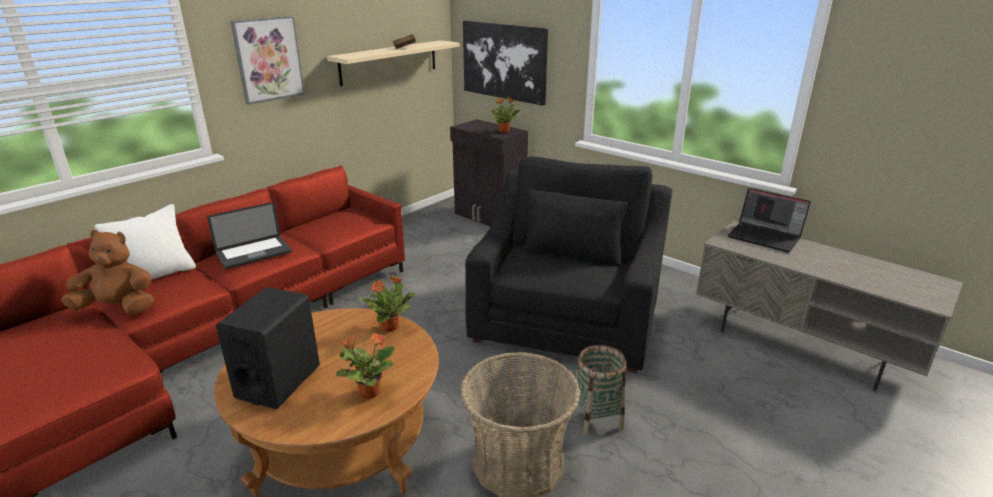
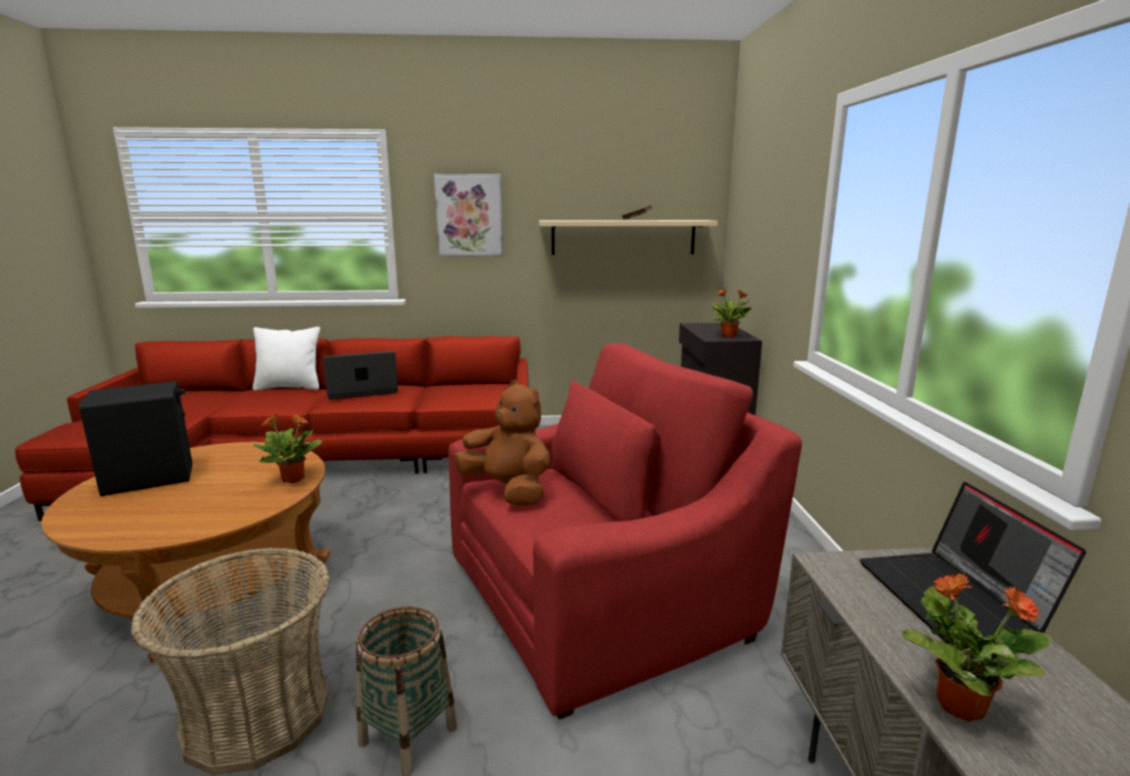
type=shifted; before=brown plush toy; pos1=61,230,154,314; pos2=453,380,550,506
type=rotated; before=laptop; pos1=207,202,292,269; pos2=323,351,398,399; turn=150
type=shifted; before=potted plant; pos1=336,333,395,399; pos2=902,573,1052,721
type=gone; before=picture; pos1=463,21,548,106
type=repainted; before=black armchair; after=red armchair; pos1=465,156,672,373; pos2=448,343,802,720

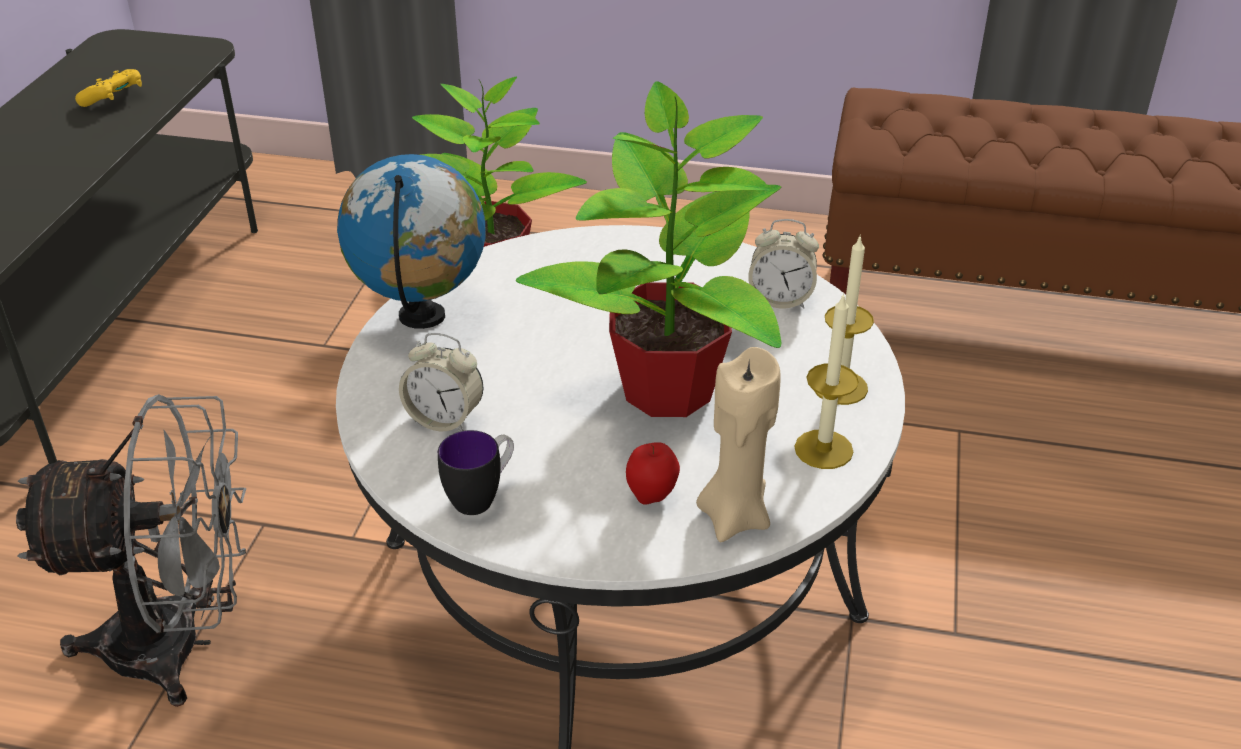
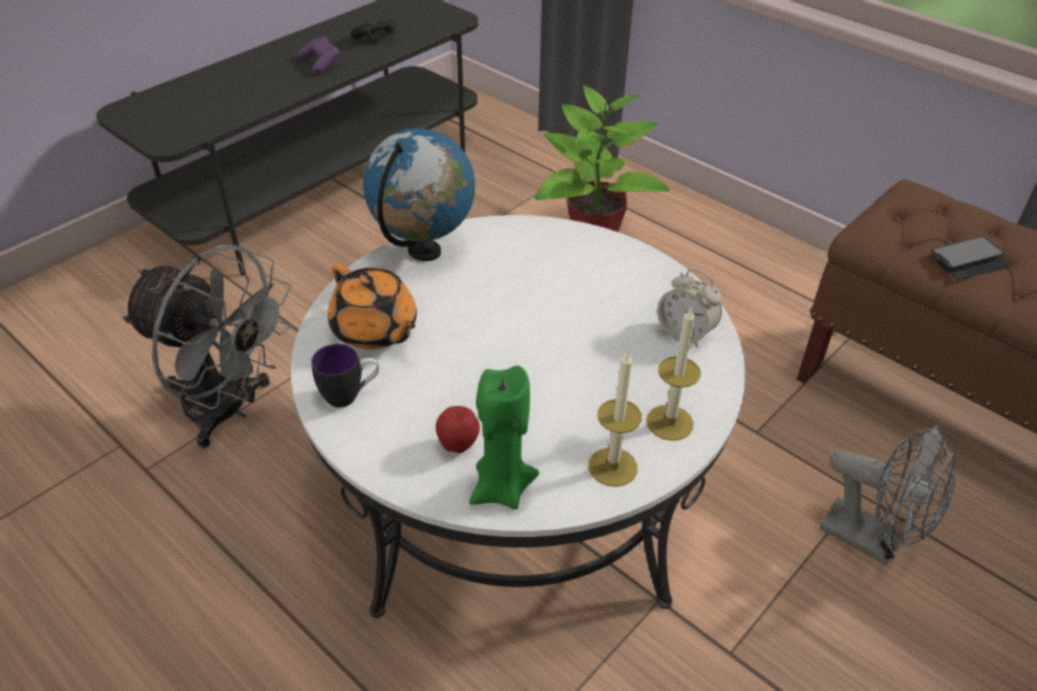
type=repainted; before=yellow game controller; after=black game controller; pos1=75,69,142,107; pos2=351,19,396,39
type=swapped; before=alarm clock; after=orange teapot; pos1=399,333,483,431; pos2=328,263,417,350
type=gone; before=potted plant; pos1=516,81,781,417
type=repainted; before=beige candle; after=green candle; pos1=696,347,781,542; pos2=469,366,539,510
type=new; after=purple game controller; pos2=298,36,340,74
type=new; after=grey fan; pos2=819,426,956,565
type=new; after=phone; pos2=931,236,1010,280

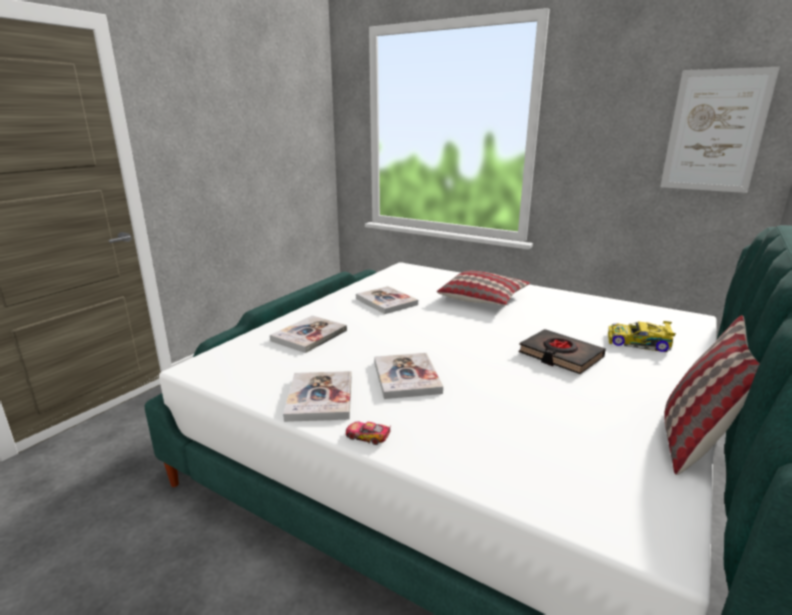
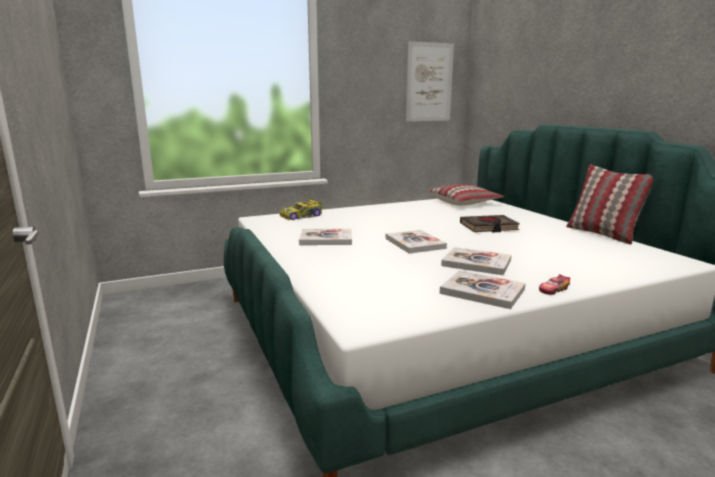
type=shifted; before=book; pos1=270,315,347,353; pos2=386,230,447,254
type=shifted; before=pillow; pos1=437,271,530,305; pos2=428,184,504,205
type=shifted; before=toy car; pos1=608,321,676,352; pos2=279,199,322,220

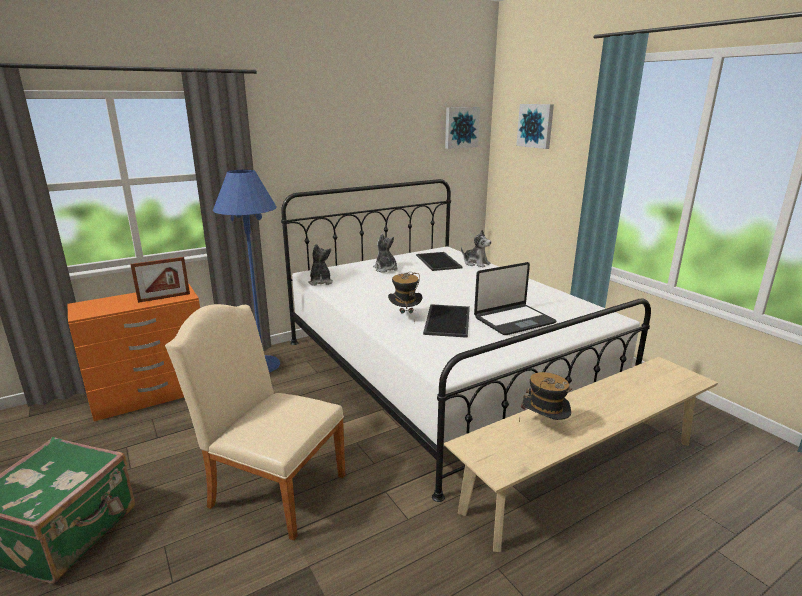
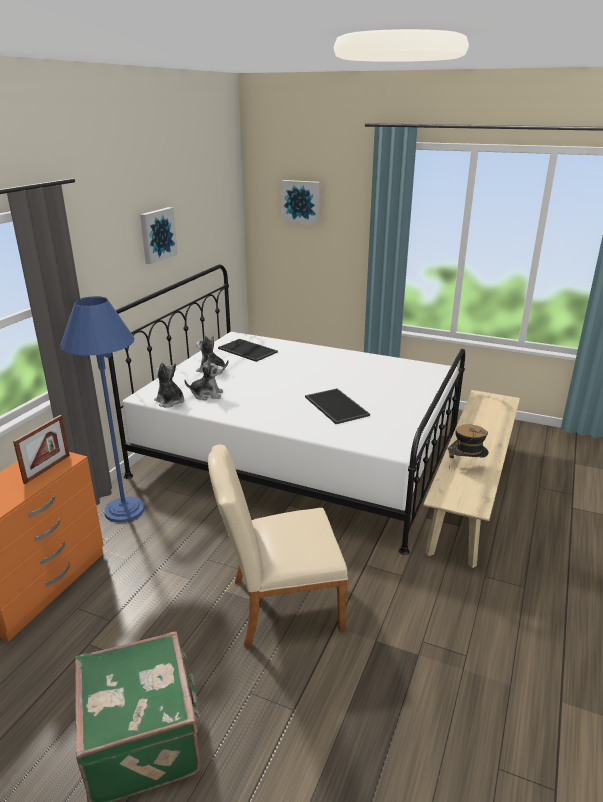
type=gone; before=hat; pos1=388,272,423,323
type=shifted; before=picture; pos1=445,107,480,149; pos2=140,207,178,264
type=shifted; before=plush toy; pos1=461,230,491,268; pos2=184,356,223,400
type=gone; before=laptop; pos1=474,262,556,335

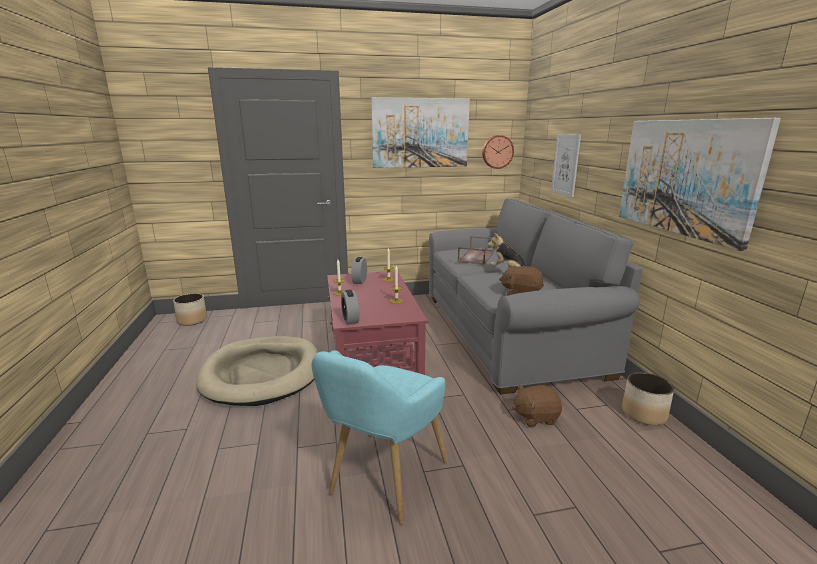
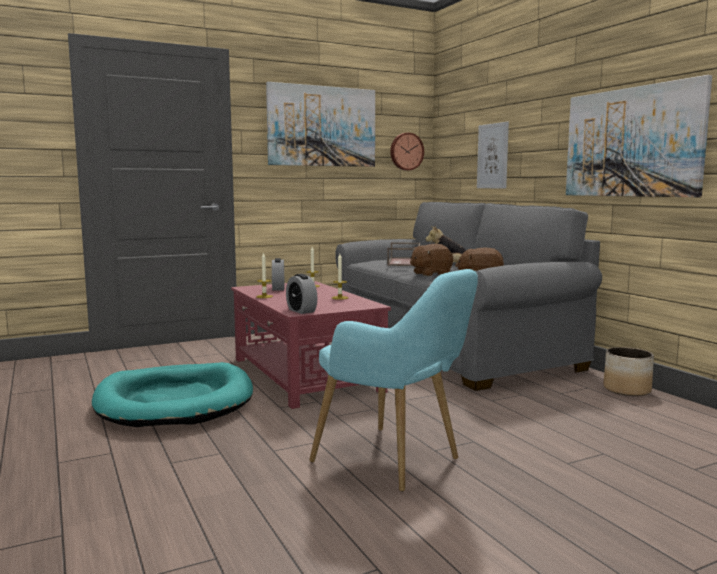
type=gone; before=planter; pos1=173,293,207,326
type=repainted; before=beige dog bed; after=turquoise dog bed; pos1=196,336,319,406; pos2=92,362,253,427
type=rotated; before=turquoise armchair; pos1=312,350,447,524; pos2=309,269,478,492; turn=-60
type=shifted; before=brown plush toy; pos1=512,385,562,427; pos2=410,244,453,276

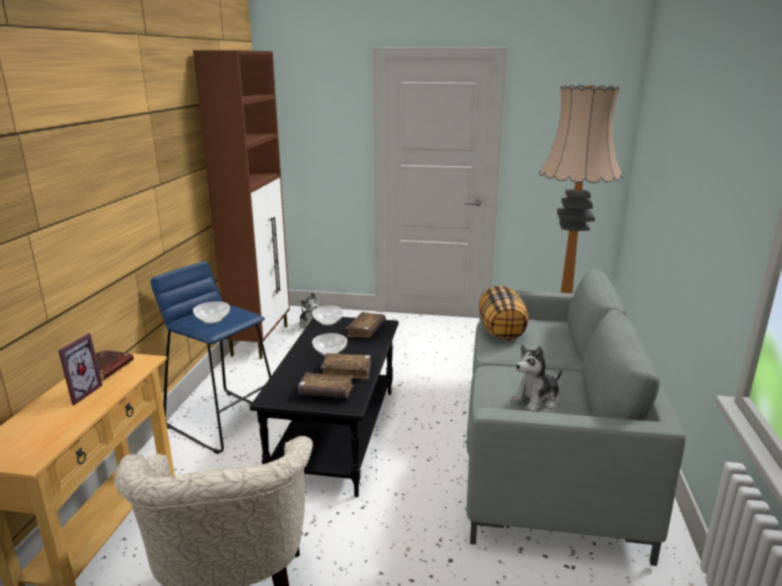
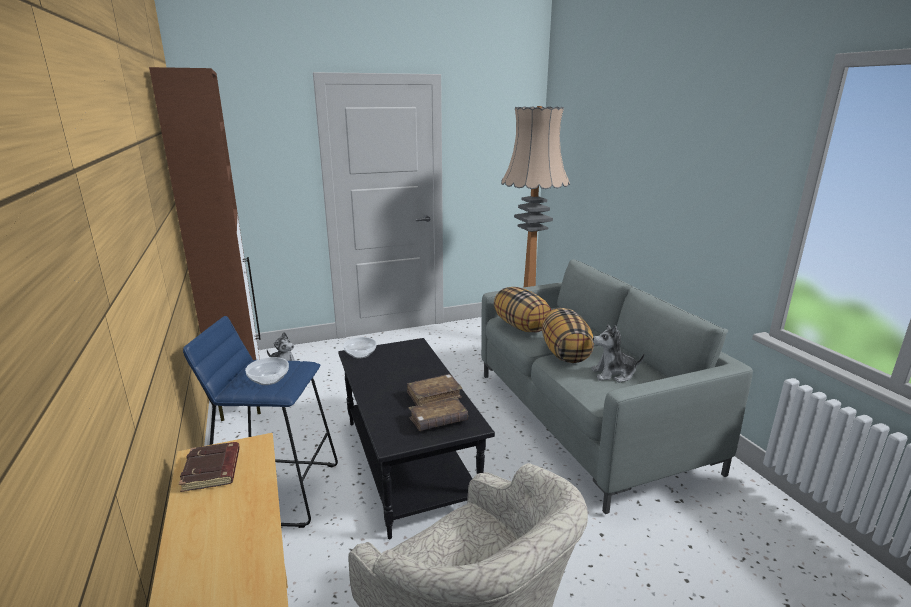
type=gone; before=picture frame; pos1=58,333,103,405
type=gone; before=bowl; pos1=312,333,347,356
type=gone; before=brown book; pos1=345,312,386,338
type=rotated; before=plush toy; pos1=511,345,562,412; pos2=591,324,644,383; turn=60
type=new; after=pillow; pos2=541,308,594,363

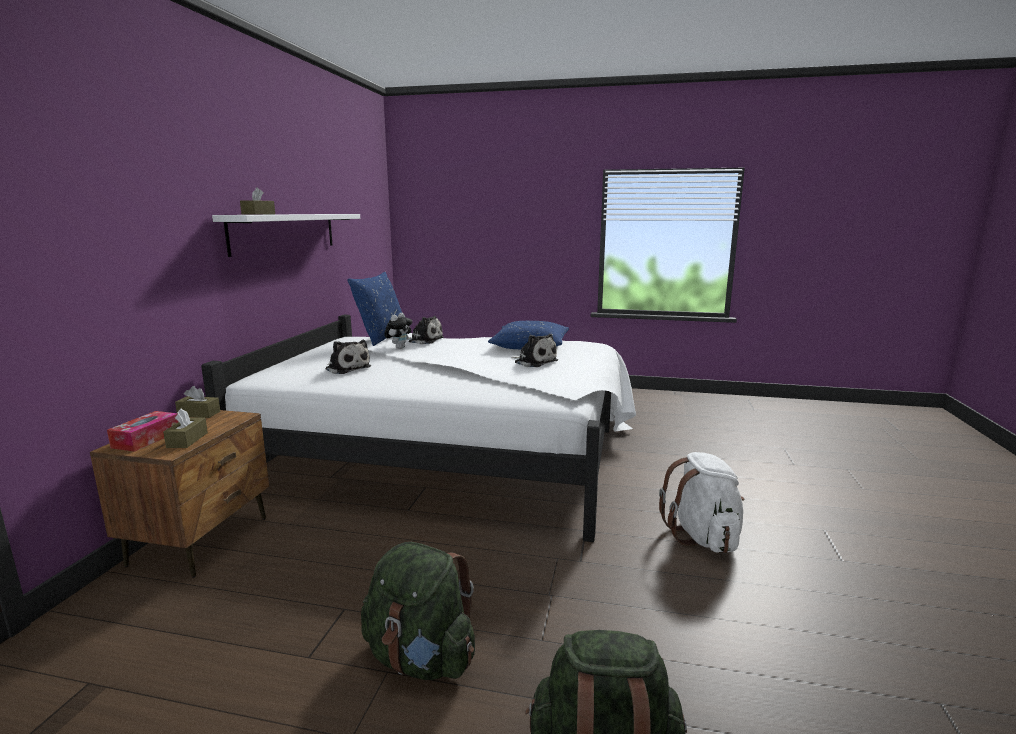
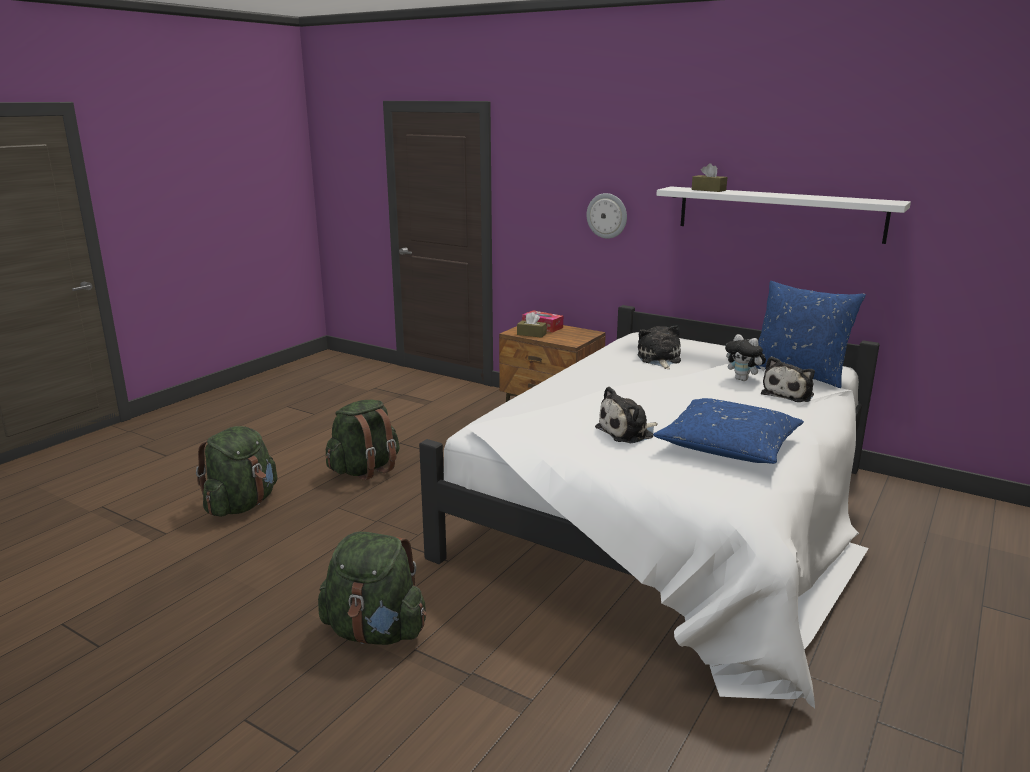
type=gone; before=brown tissue box; pos1=175,386,220,418
type=rotated; before=plush toy; pos1=326,340,371,374; pos2=638,325,681,369; turn=120
type=repainted; before=white backpack; after=green backpack; pos1=659,452,744,553; pos2=318,532,427,645
type=new; after=wall clock; pos2=586,193,627,239

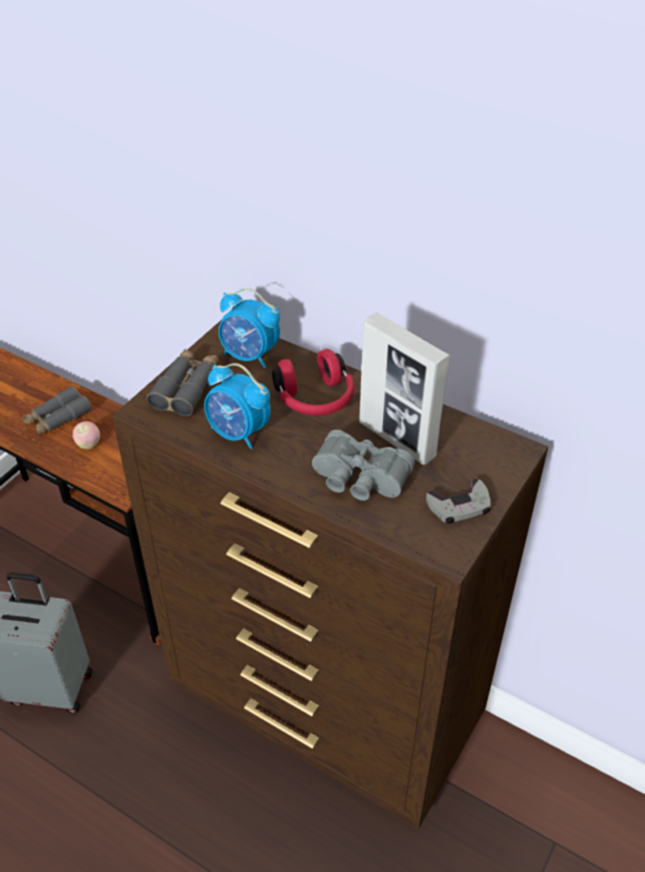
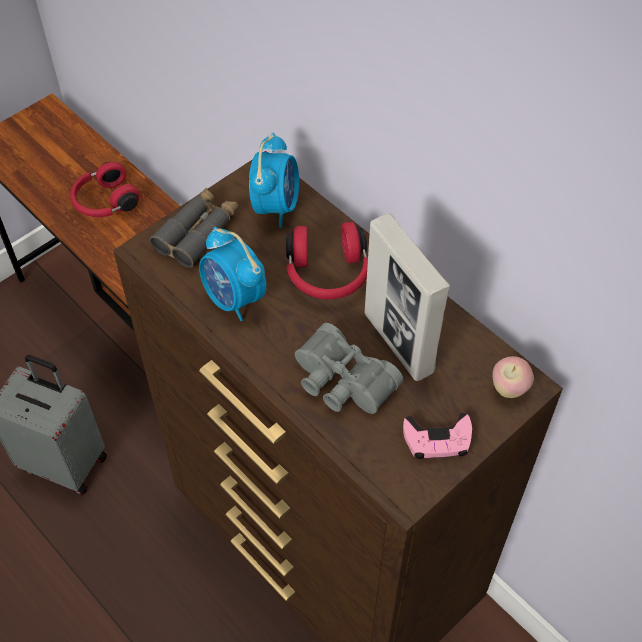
type=swapped; before=grey binoculars; after=red headphones; pos1=22,386,92,436; pos2=70,162,140,217
type=shifted; before=apple; pos1=73,421,100,449; pos2=493,356,534,398
type=rotated; before=alarm clock; pos1=218,288,280,368; pos2=249,133,299,228; turn=-120
type=repainted; before=grey game controller; after=pink game controller; pos1=426,479,491,524; pos2=403,412,472,459

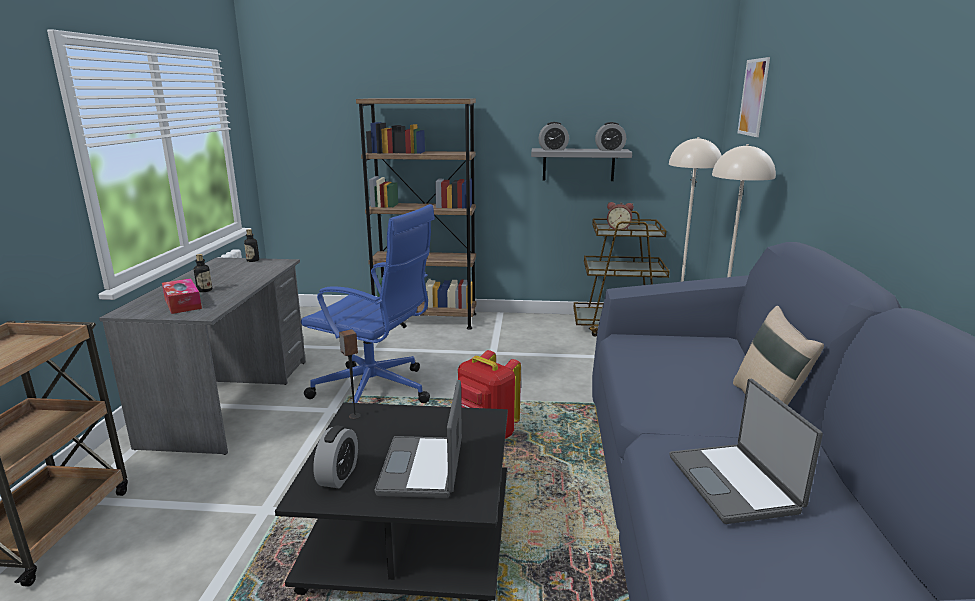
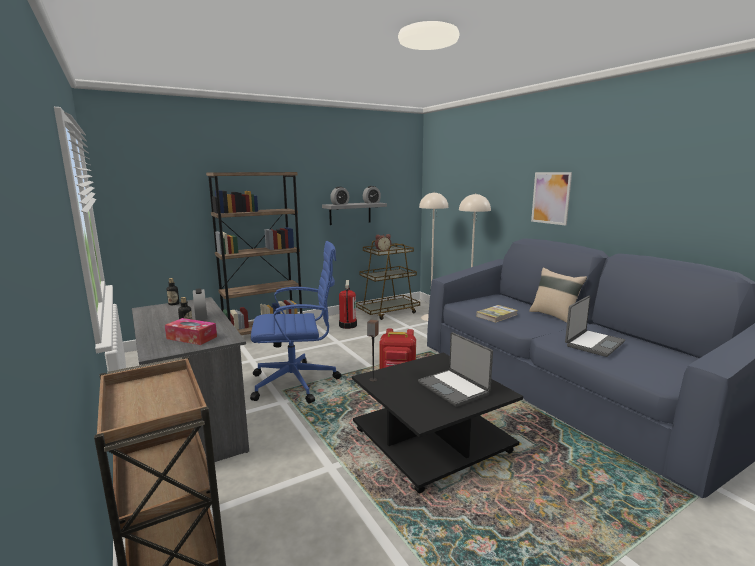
type=shifted; before=alarm clock; pos1=313,426,358,488; pos2=193,288,208,320
type=rotated; before=laptop; pos1=669,379,823,524; pos2=565,296,625,357; turn=-90
type=shifted; before=picture; pos1=737,57,770,137; pos2=531,172,572,226
type=new; after=fire extinguisher; pos2=339,280,357,329
type=new; after=book; pos2=476,305,518,322

